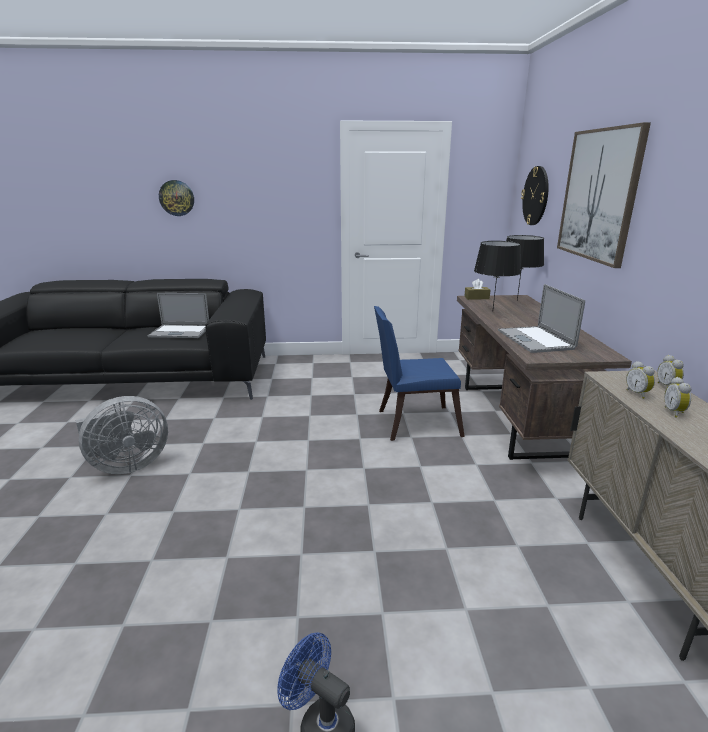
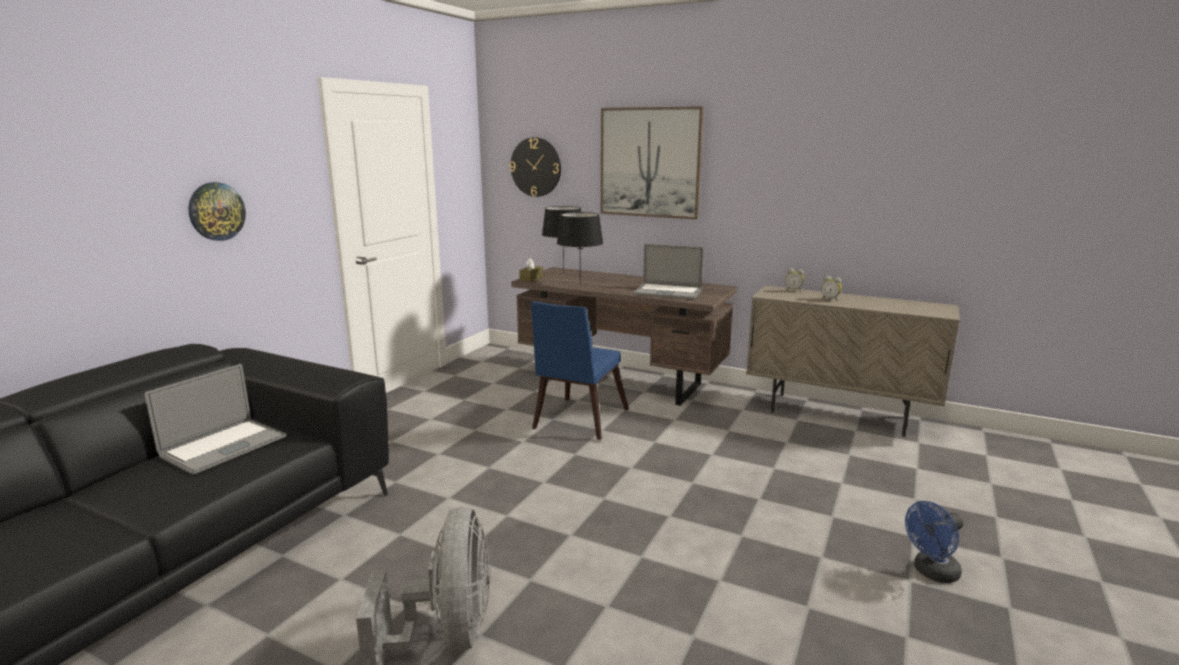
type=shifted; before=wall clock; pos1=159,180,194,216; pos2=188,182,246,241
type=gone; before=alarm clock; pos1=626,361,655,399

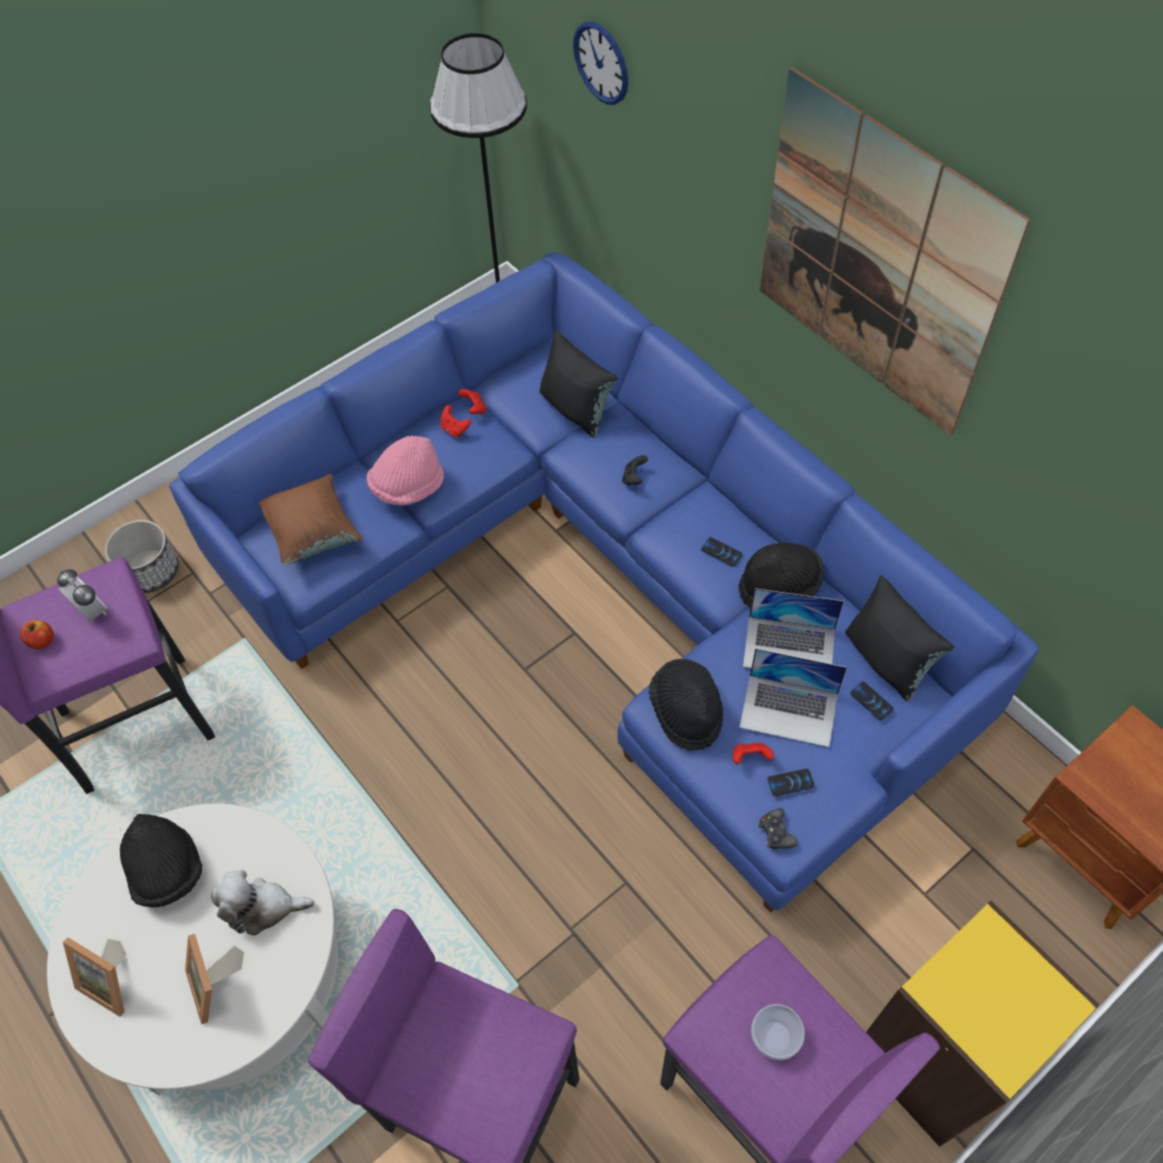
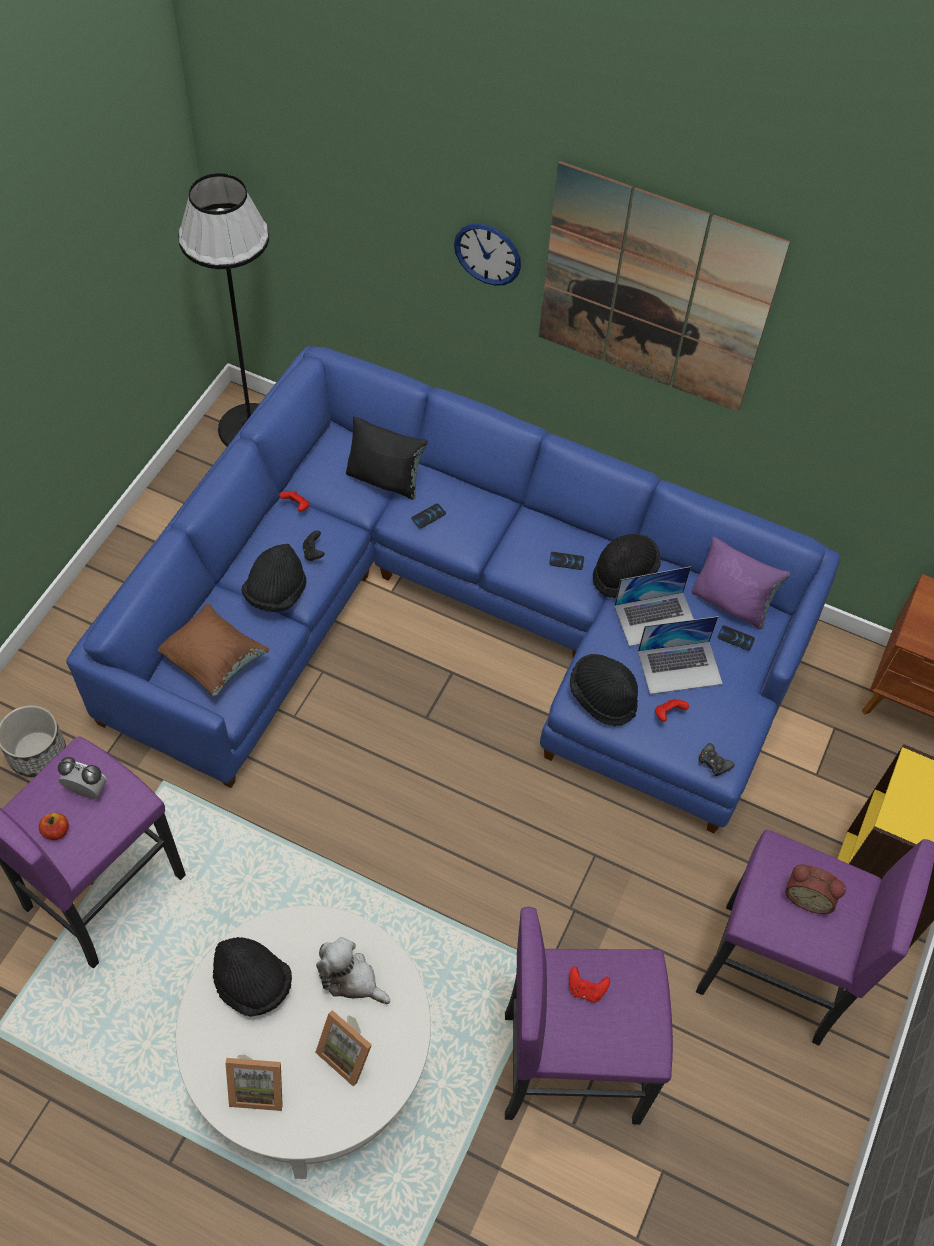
type=rotated; before=plush toy; pos1=211,870,314,936; pos2=316,937,390,1004; turn=60
type=repainted; before=pink hat; after=black hat; pos1=367,435,444,506; pos2=241,544,307,612
type=shifted; before=red game controller; pos1=440,405,471,437; pos2=569,966,610,1002
type=shifted; before=wall clock; pos1=573,21,628,105; pos2=454,223,521,286
type=shifted; before=black game controller; pos1=622,455,648,486; pos2=303,530,325,561
type=swapped; before=bowl; after=alarm clock; pos1=751,1004,805,1060; pos2=785,864,846,914
type=shifted; before=phone; pos1=767,769,815,796; pos2=411,503,446,528
type=repainted; before=black pillow; after=purple pillow; pos1=845,575,954,702; pos2=691,537,790,629

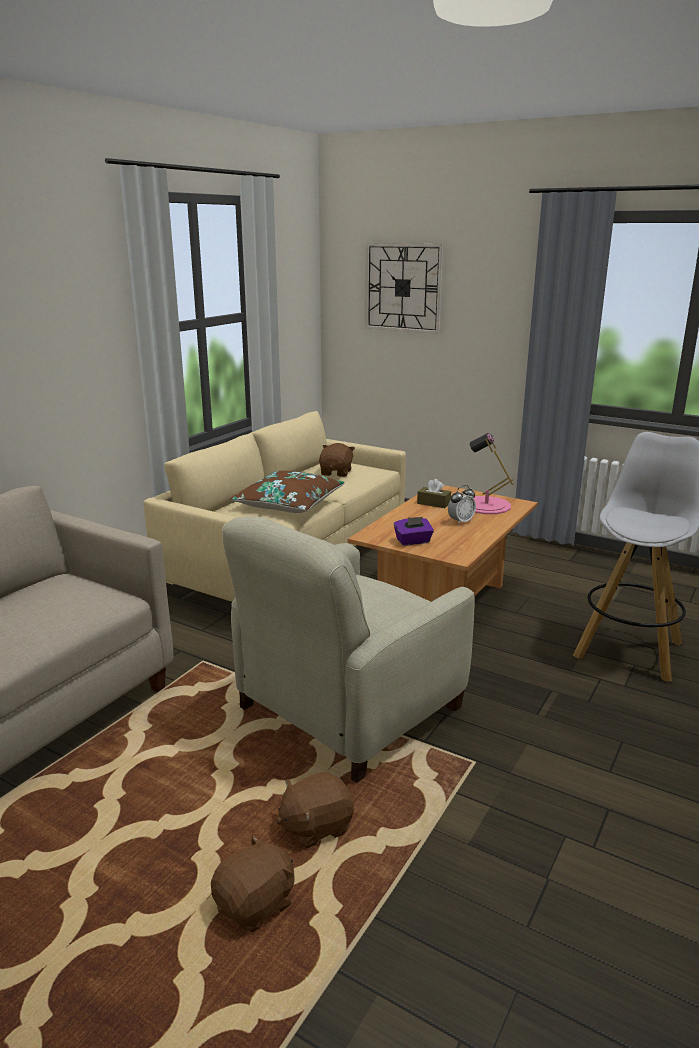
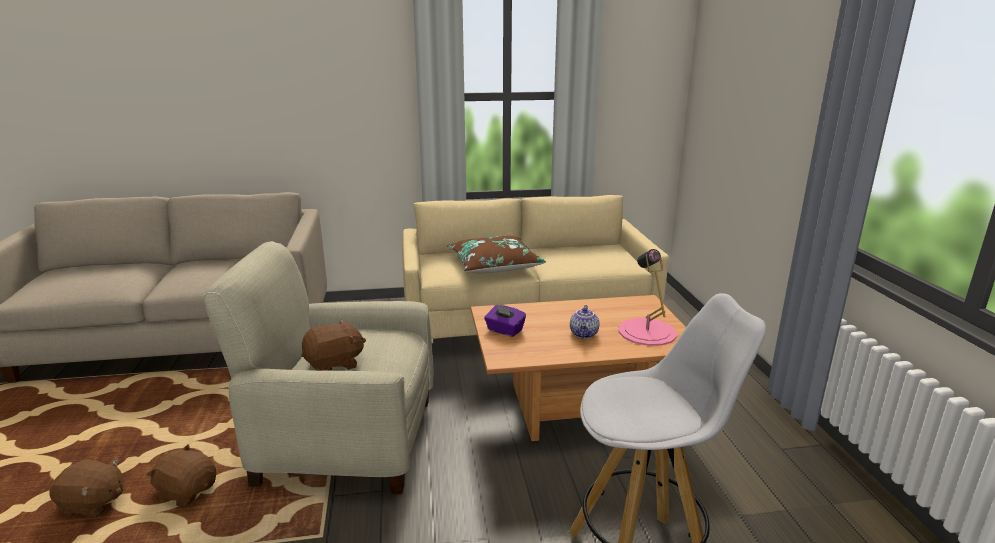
type=shifted; before=brown plush toy; pos1=319,443,355,477; pos2=302,320,366,371
type=gone; before=wall clock; pos1=365,243,444,334
type=gone; before=brown tissue box; pos1=417,479,451,508
type=swapped; before=alarm clock; after=teapot; pos1=448,485,476,525; pos2=570,305,599,339

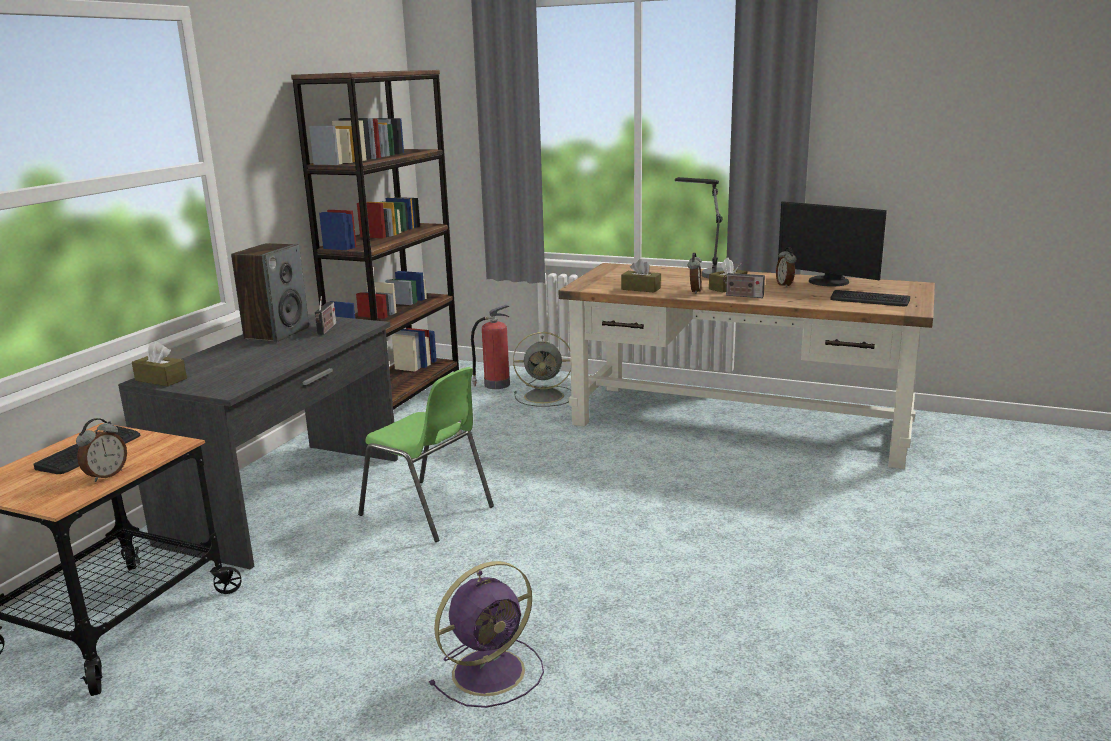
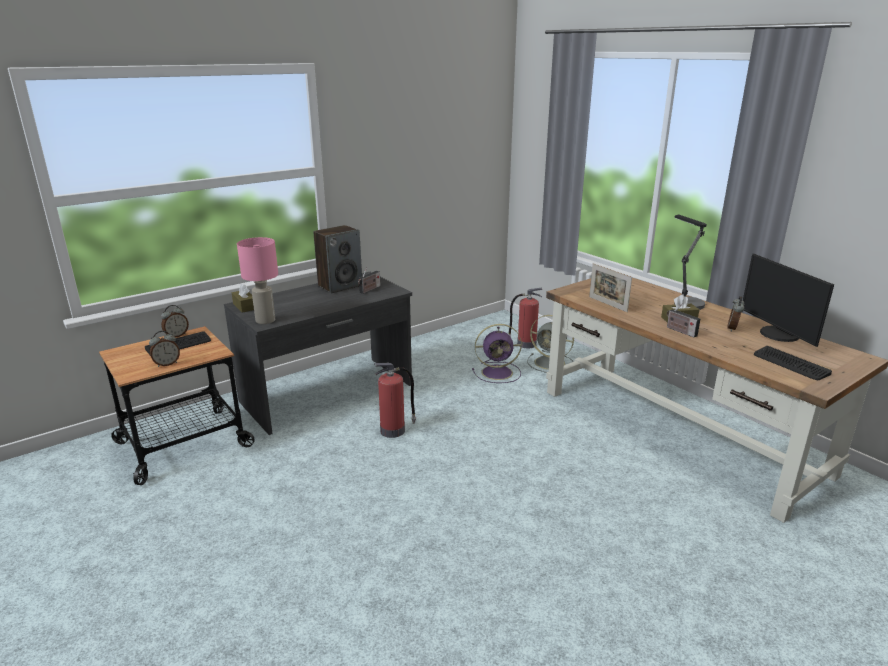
type=gone; before=brown bookcase; pos1=291,70,459,410
type=swapped; before=green chair; after=fire extinguisher; pos1=358,367,494,542; pos2=374,363,416,438
type=shifted; before=purple fan; pos1=429,561,544,708; pos2=472,324,522,383
type=swapped; before=brown tissue box; after=picture frame; pos1=621,259,661,292; pos2=589,263,632,312
type=shifted; before=alarm clock; pos1=688,253,702,294; pos2=161,305,189,337
type=new; after=pink table lamp; pos2=237,237,278,324

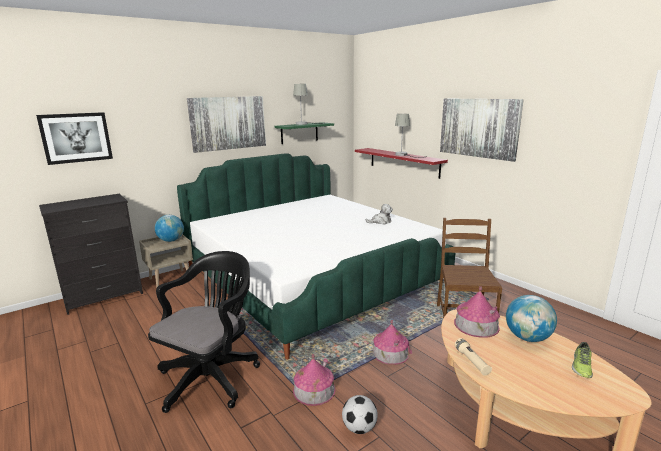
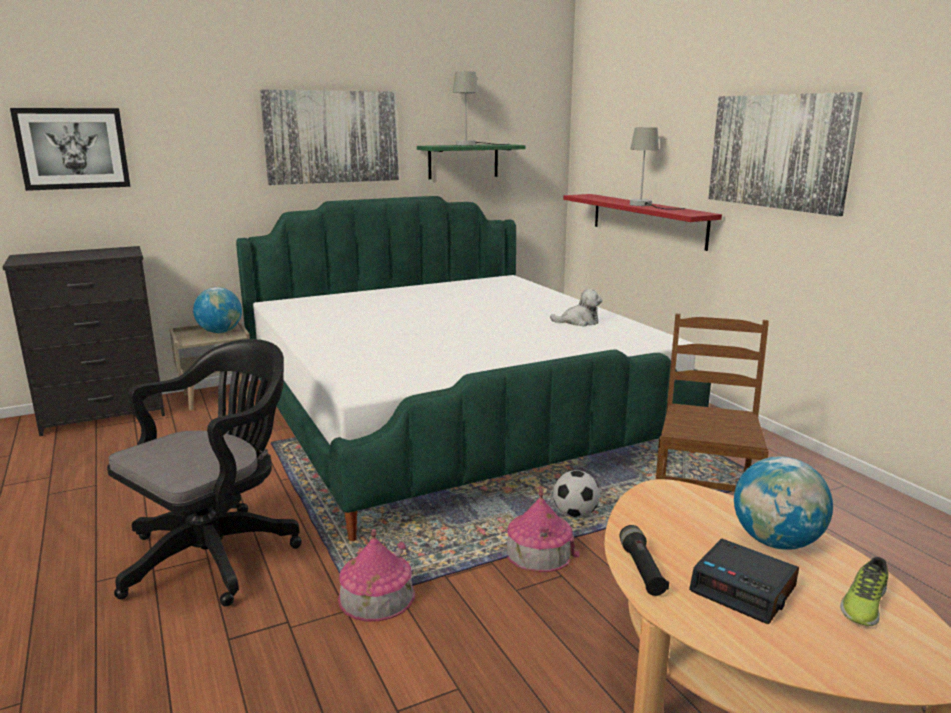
type=shifted; before=football; pos1=342,395,378,434; pos2=553,470,600,518
type=gone; before=toy house; pos1=454,286,500,338
type=repainted; before=beige flashlight; after=black flashlight; pos1=455,338,492,376; pos2=620,525,669,596
type=new; after=alarm clock; pos2=689,538,799,624

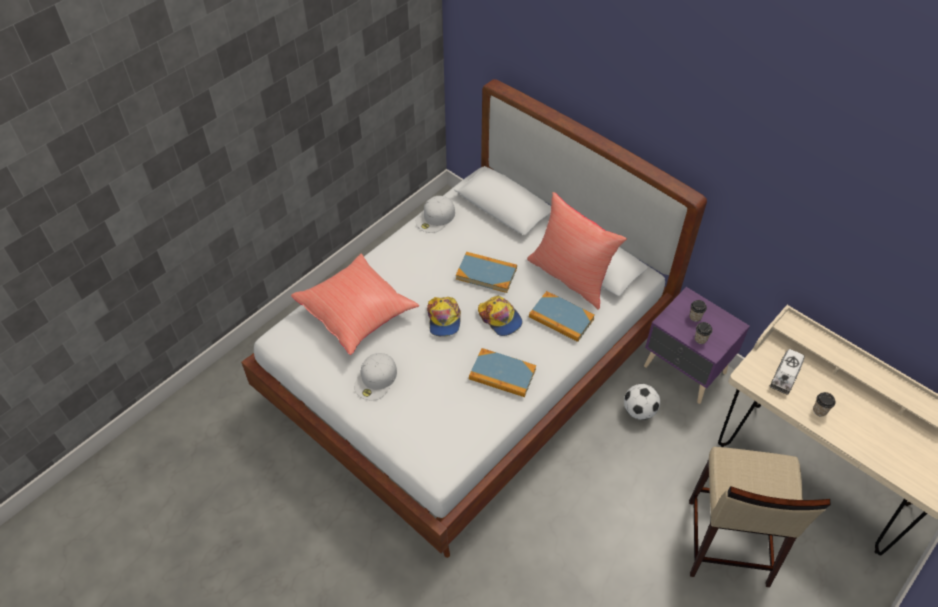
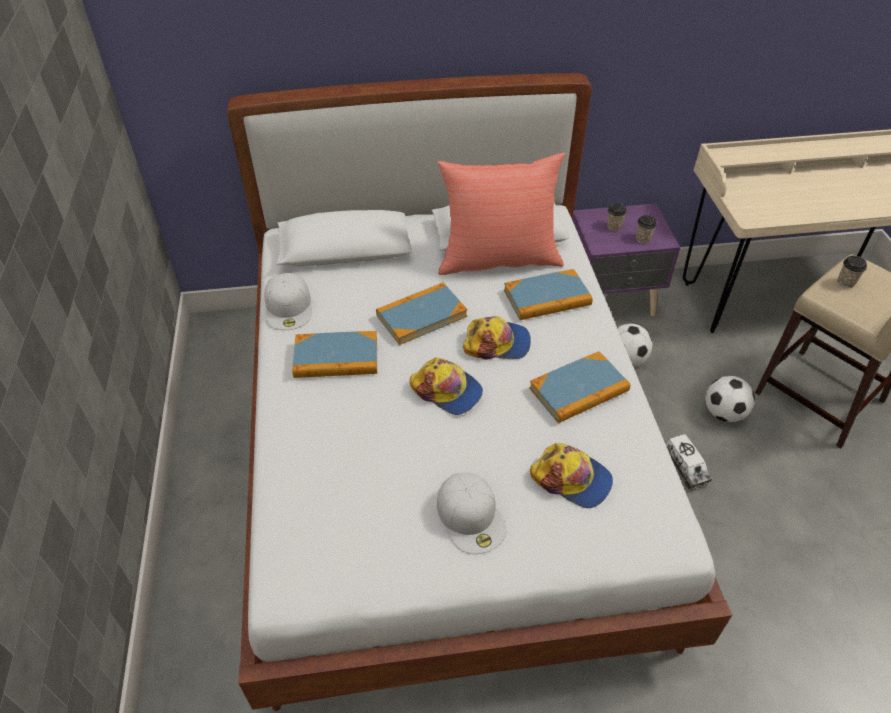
type=gone; before=red pillow; pos1=291,254,419,355
type=shifted; before=toy truck; pos1=770,349,804,395; pos2=665,434,712,490
type=shifted; before=cup; pos1=813,392,835,417; pos2=838,256,867,288
type=new; after=book; pos2=292,331,377,378
type=new; after=cap; pos2=530,443,613,508
type=new; after=football; pos2=705,376,755,422

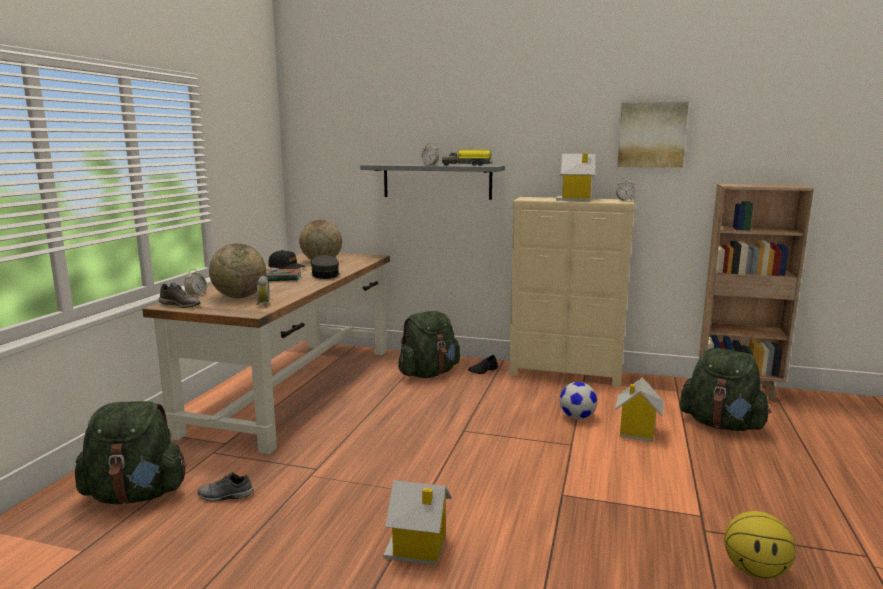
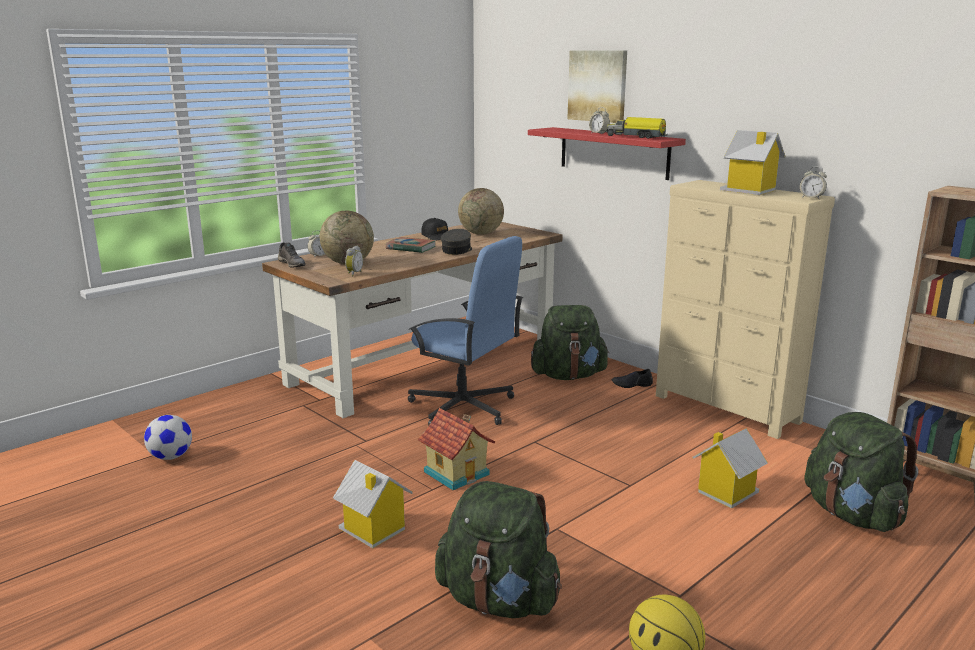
type=shifted; before=green backpack; pos1=75,401,186,504; pos2=435,481,562,618
type=gone; before=grey shoe; pos1=197,472,254,502
type=repainted; before=grey shelf; after=red shelf; pos1=360,164,505,200; pos2=528,127,686,180
type=shifted; before=football; pos1=560,382,597,419; pos2=144,415,192,460
type=shifted; before=picture; pos1=617,102,689,168; pos2=568,51,627,123
type=new; after=blue office chair; pos2=407,236,523,426
type=new; after=toy house; pos2=418,408,495,490

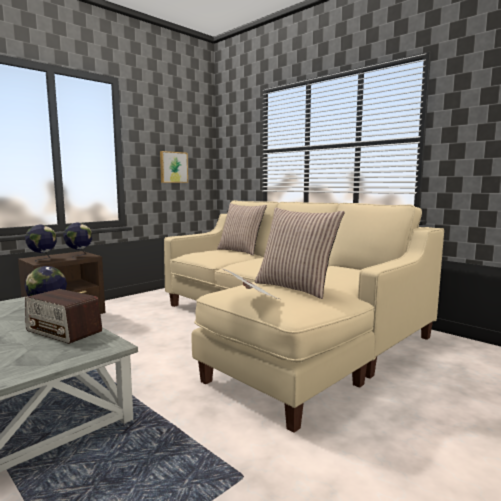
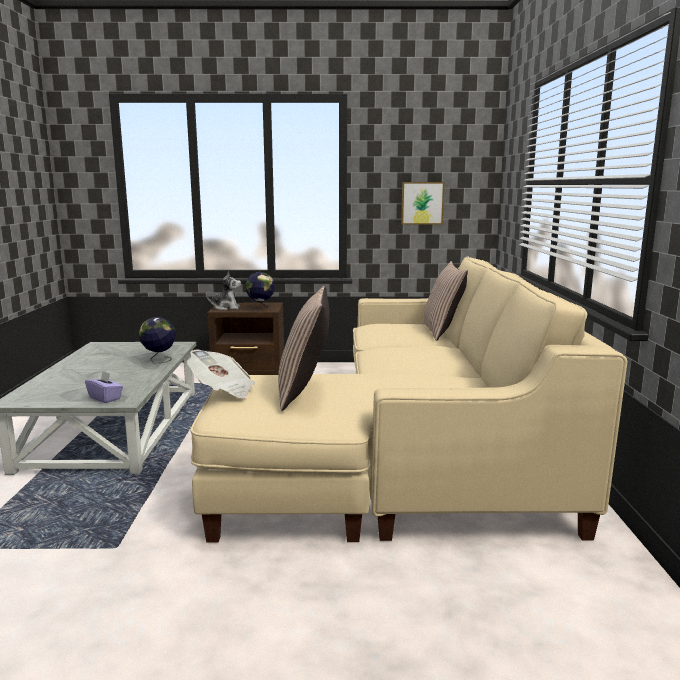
type=swapped; before=globe; after=plush toy; pos1=25,224,57,262; pos2=206,271,241,310
type=gone; before=radio; pos1=25,289,102,344
type=new; after=purple tissue box; pos2=85,371,123,403

